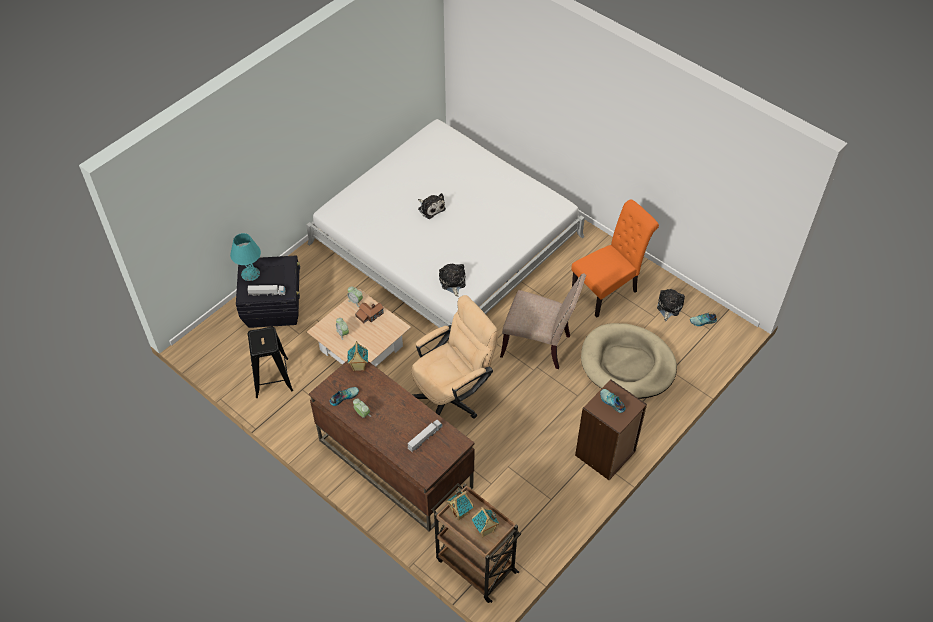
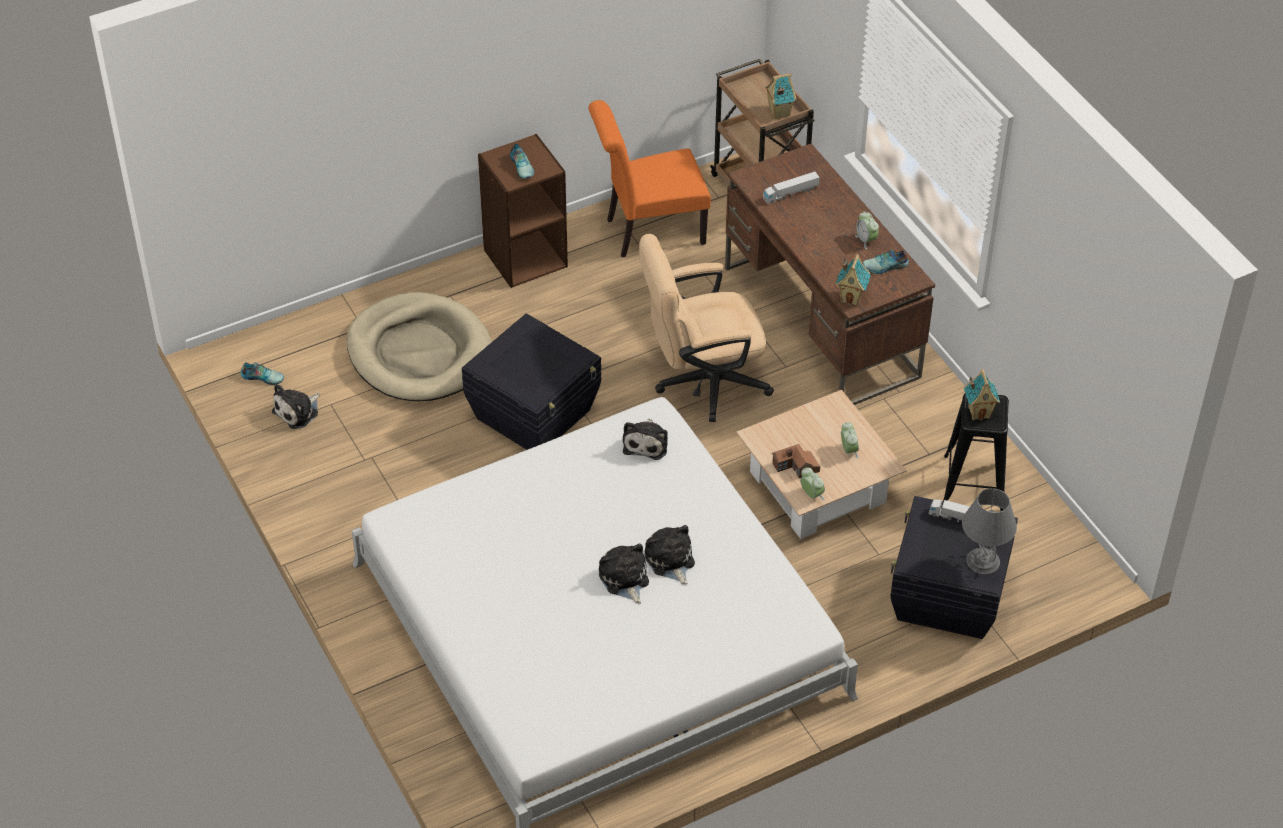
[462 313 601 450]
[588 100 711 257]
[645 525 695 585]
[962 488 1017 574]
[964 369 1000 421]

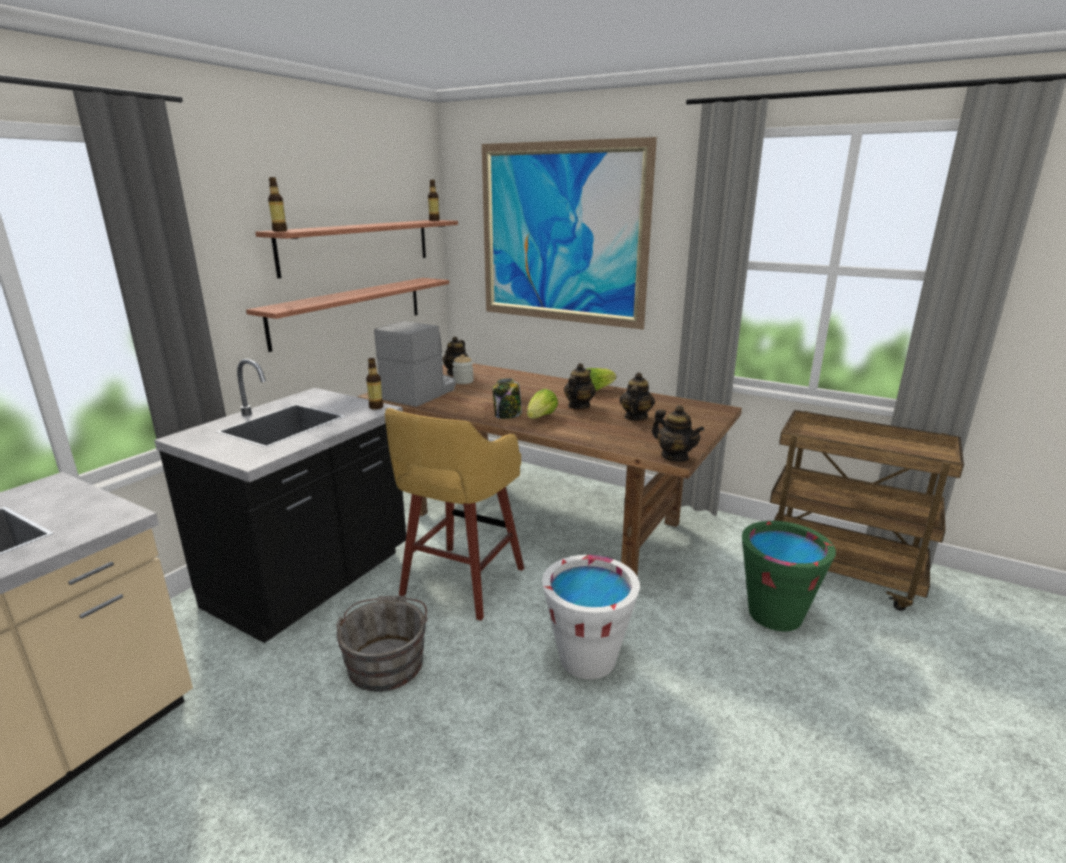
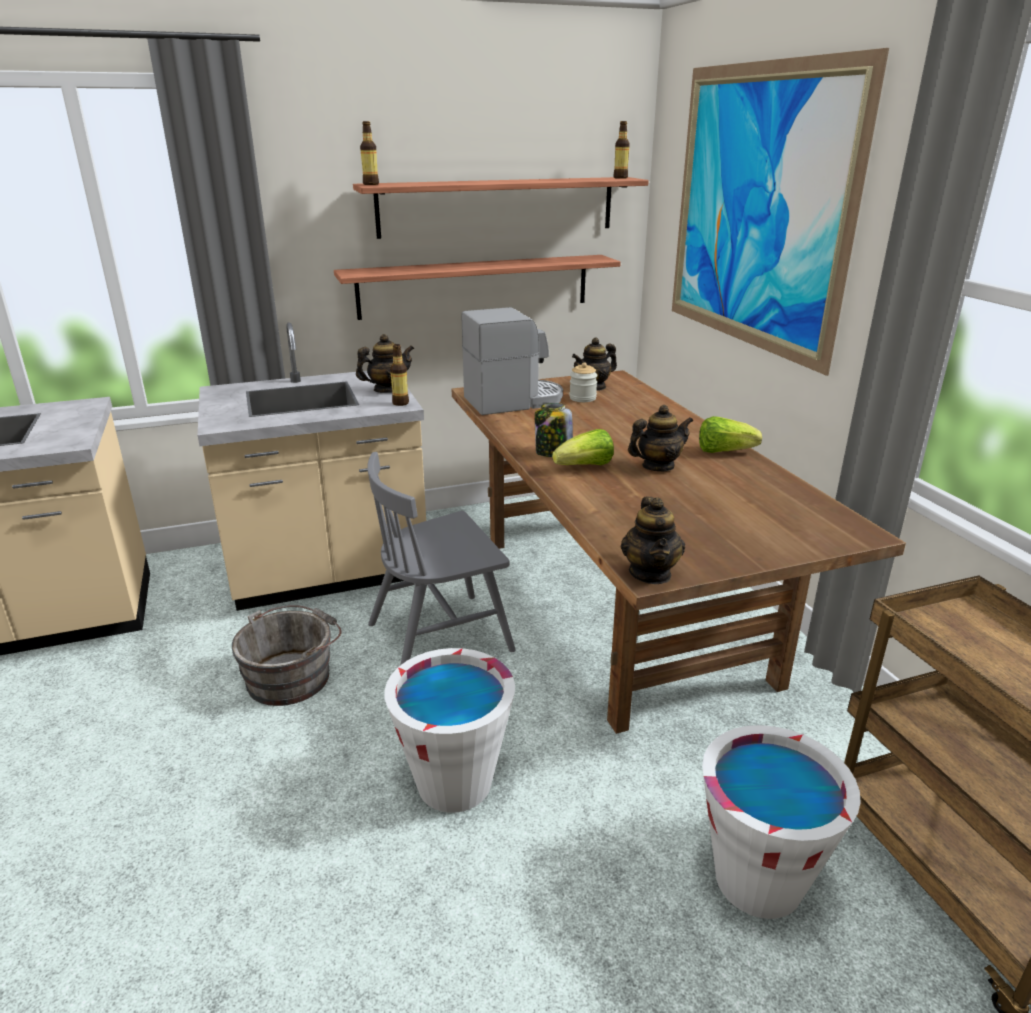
[198 322 426 611]
[356 334 414 393]
[367 452 516 665]
[702 725 861 919]

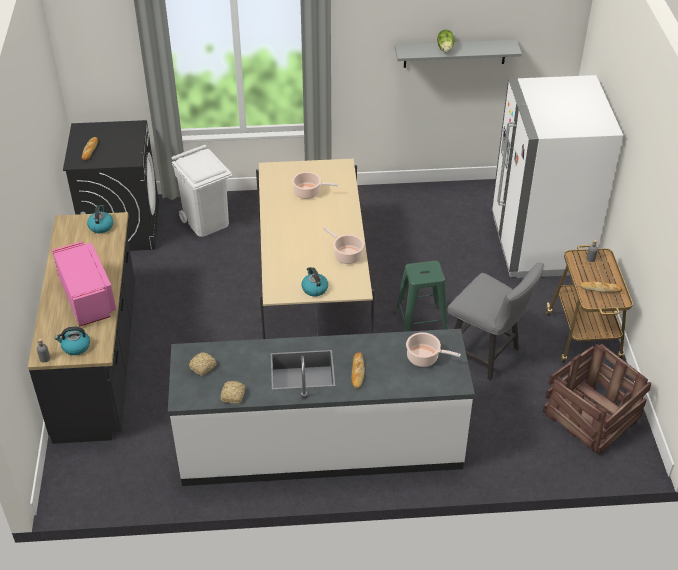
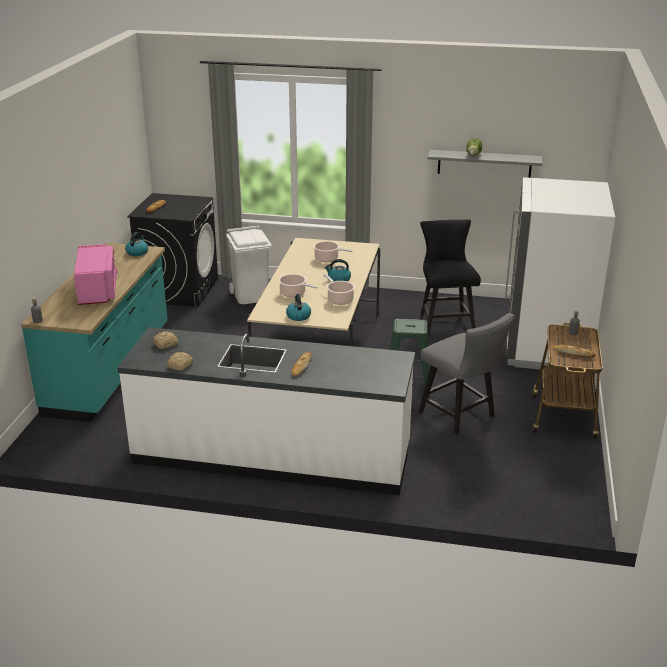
[21 243 168 422]
[278 274 318 297]
[325 259 351 281]
[420 220 481 336]
[543 343 651 455] (first image)

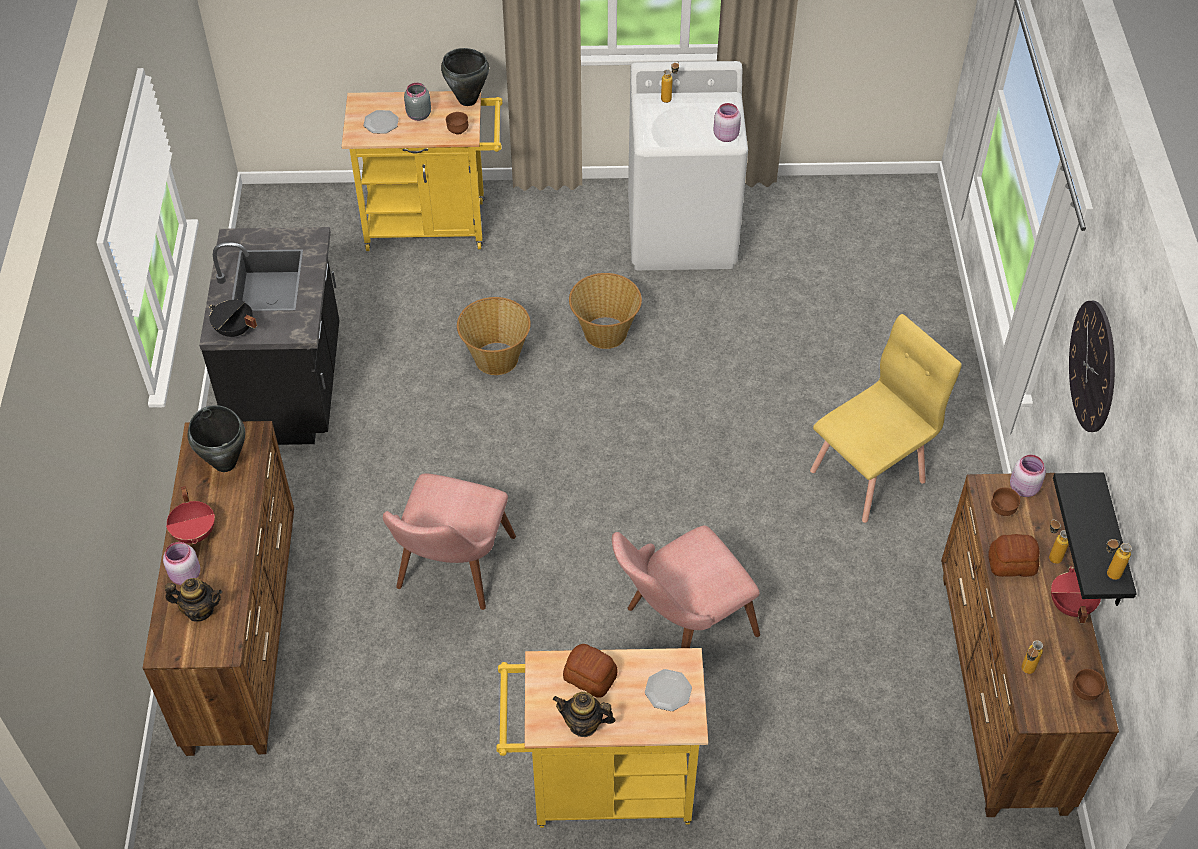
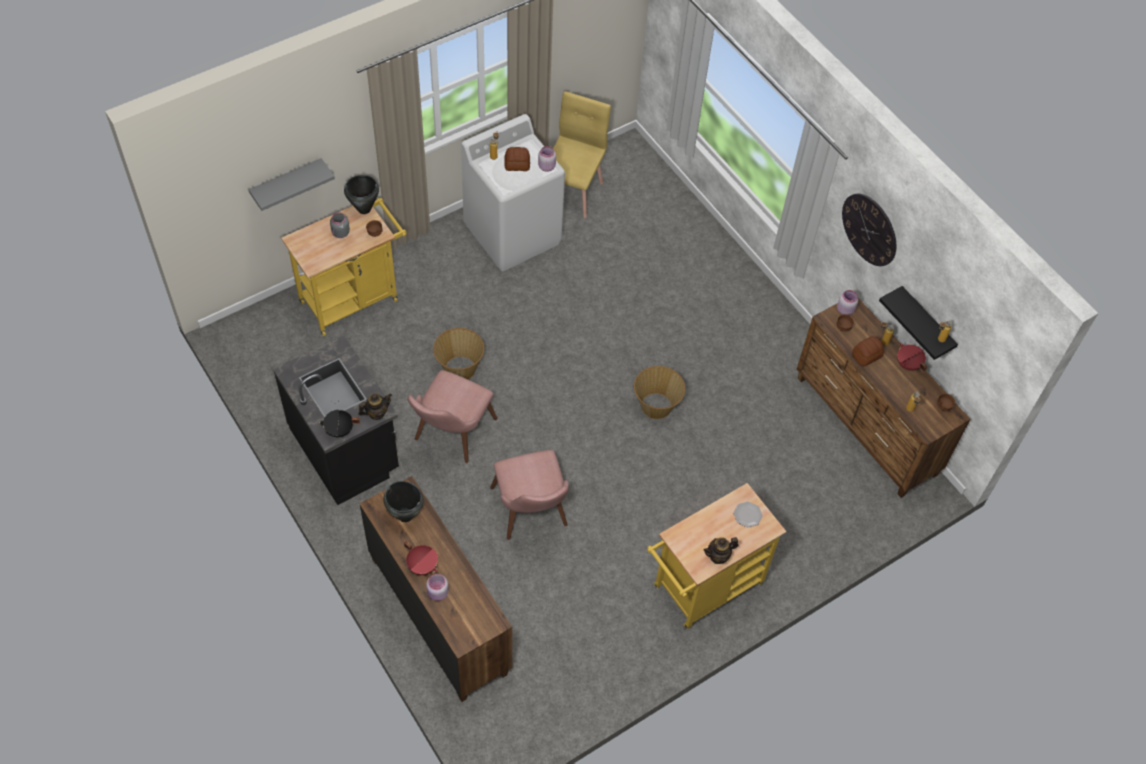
[248 158 335 211]
[358 393 392 420]
[407 370 497 463]
[504 147 530 171]
[553 91 611 218]
[634 366 685 419]
[363 110 399 134] (first image)

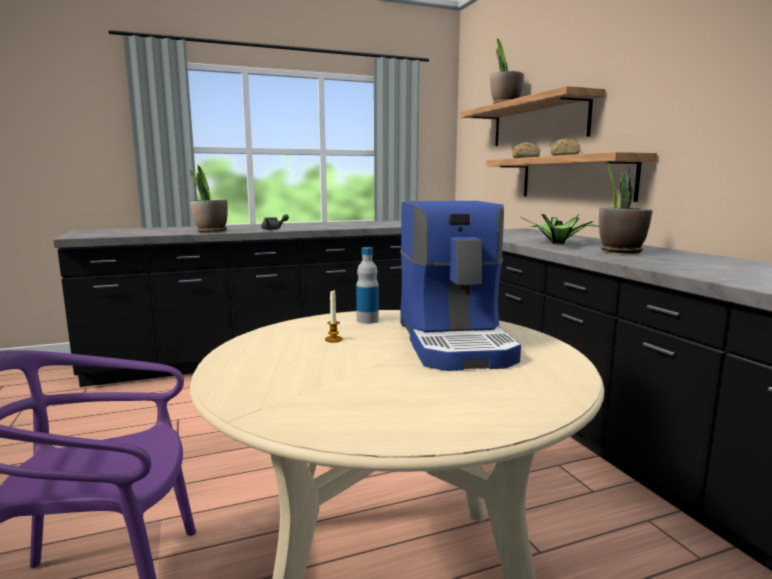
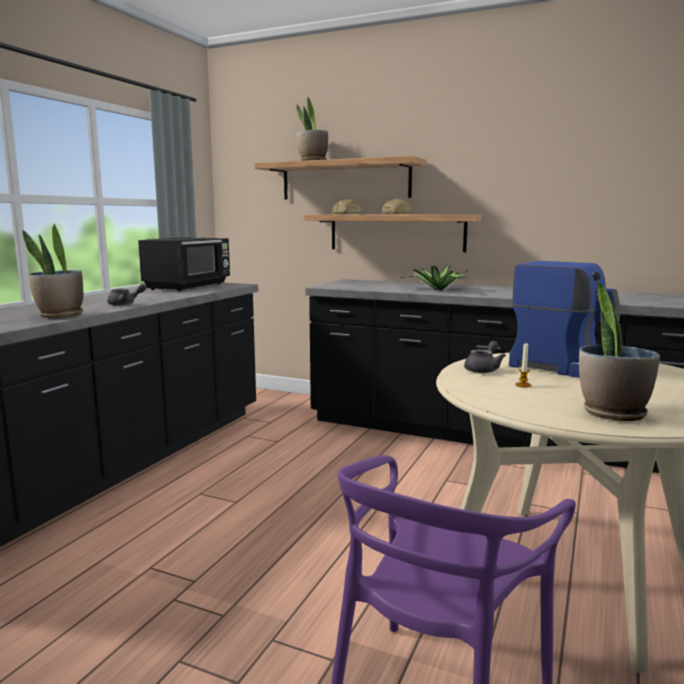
[138 237 230 291]
[464 341 506 373]
[579 282 660 421]

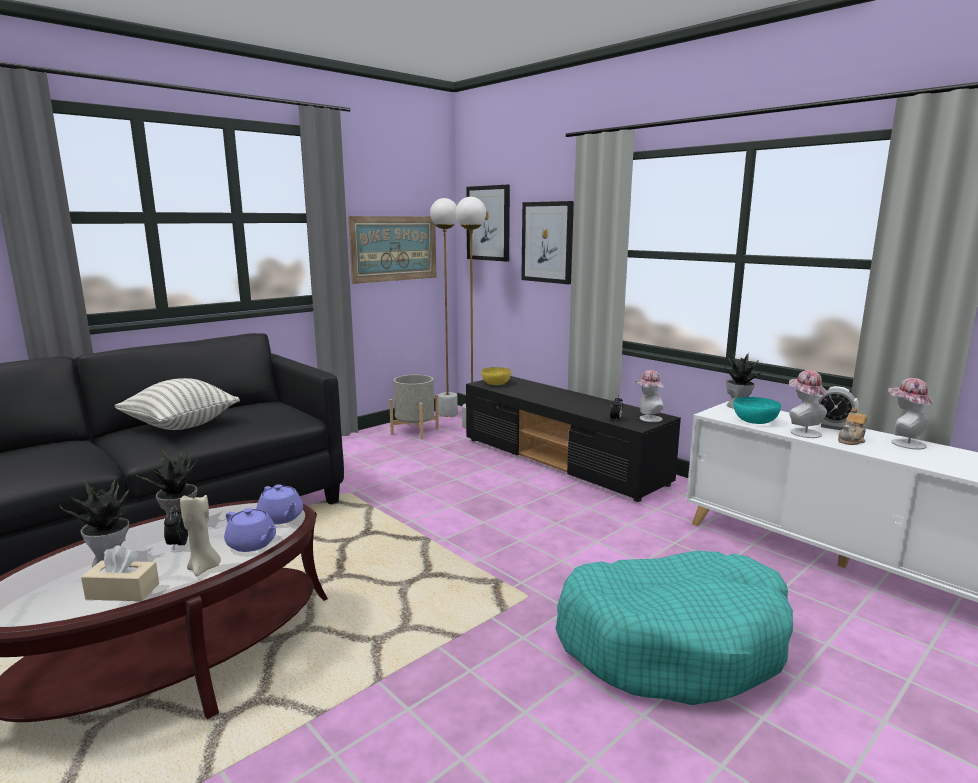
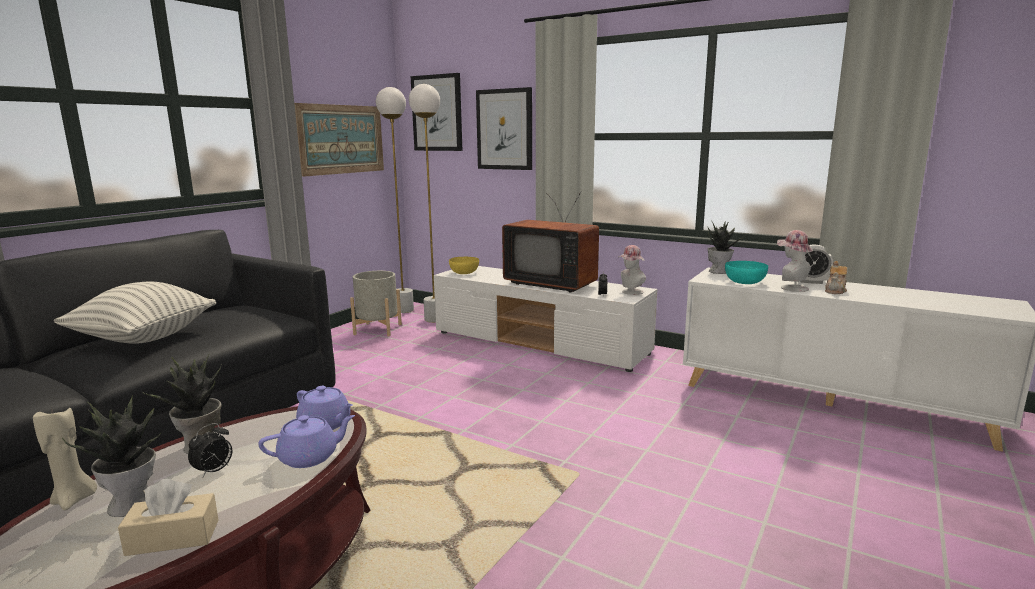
[33 408 97 511]
[188 423 232 477]
[258 415 355 468]
[434 266 658 372]
[502 192 599 293]
[555 551 793 705] (first image)
[888 378 933 449] (first image)

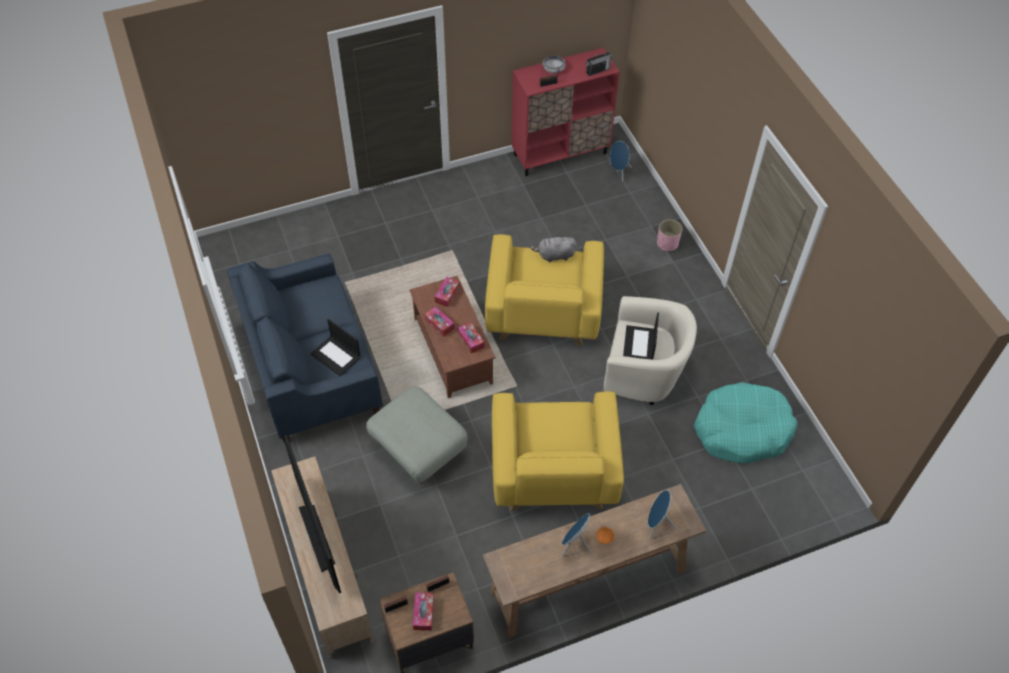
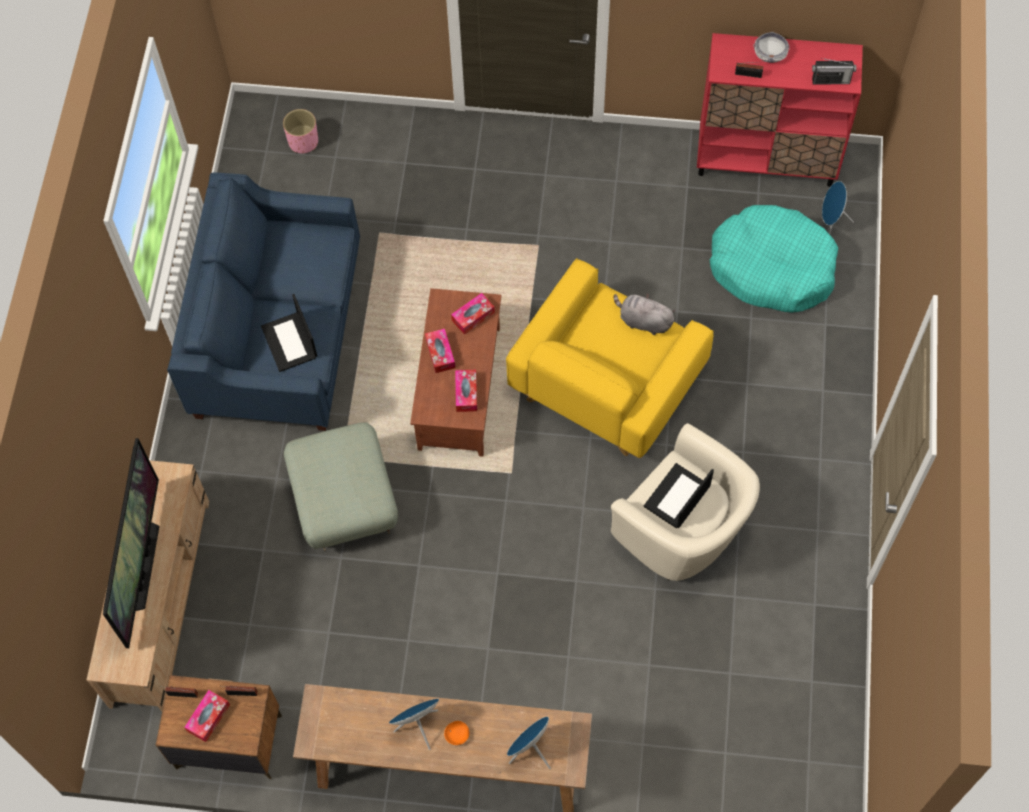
[283 109 318 153]
[710 205 838 312]
[492 391 624 511] (first image)

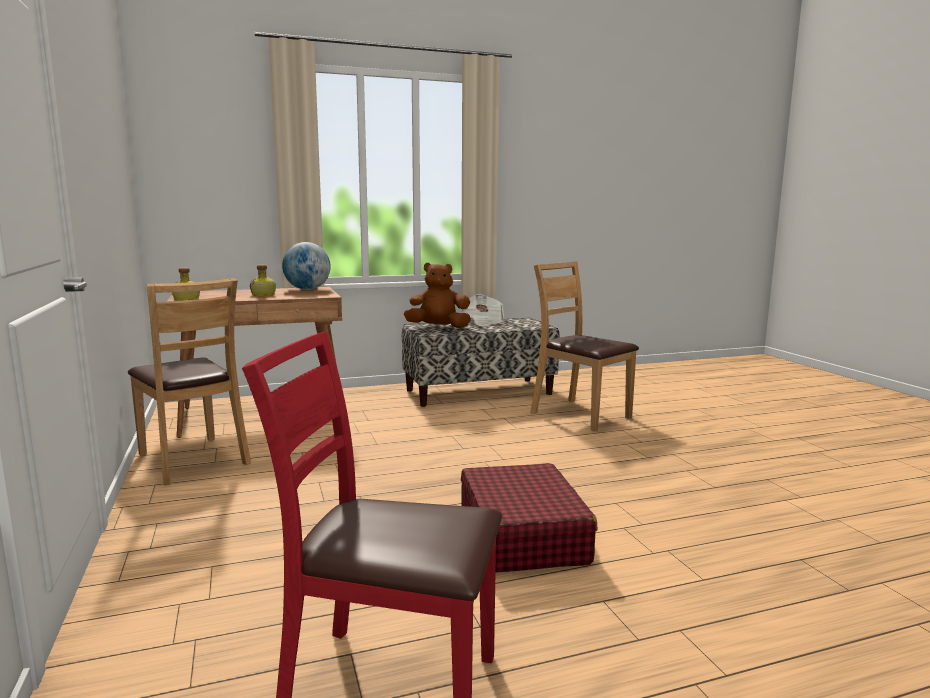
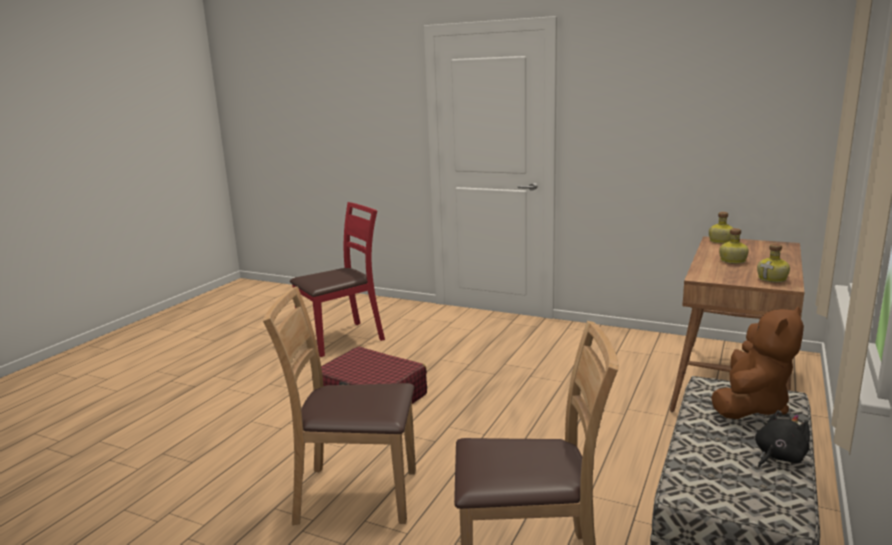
[263 286 416 525]
[755 410 810 468]
[757 244 790 283]

